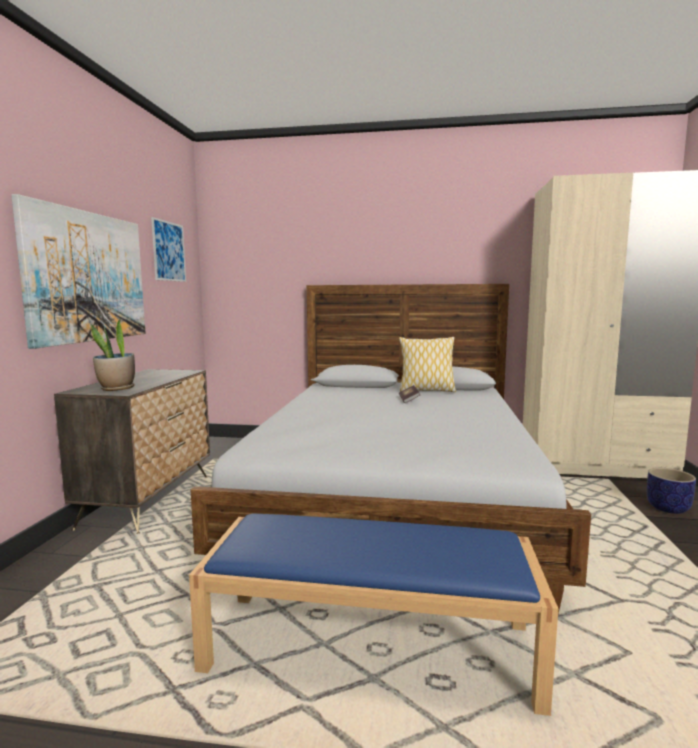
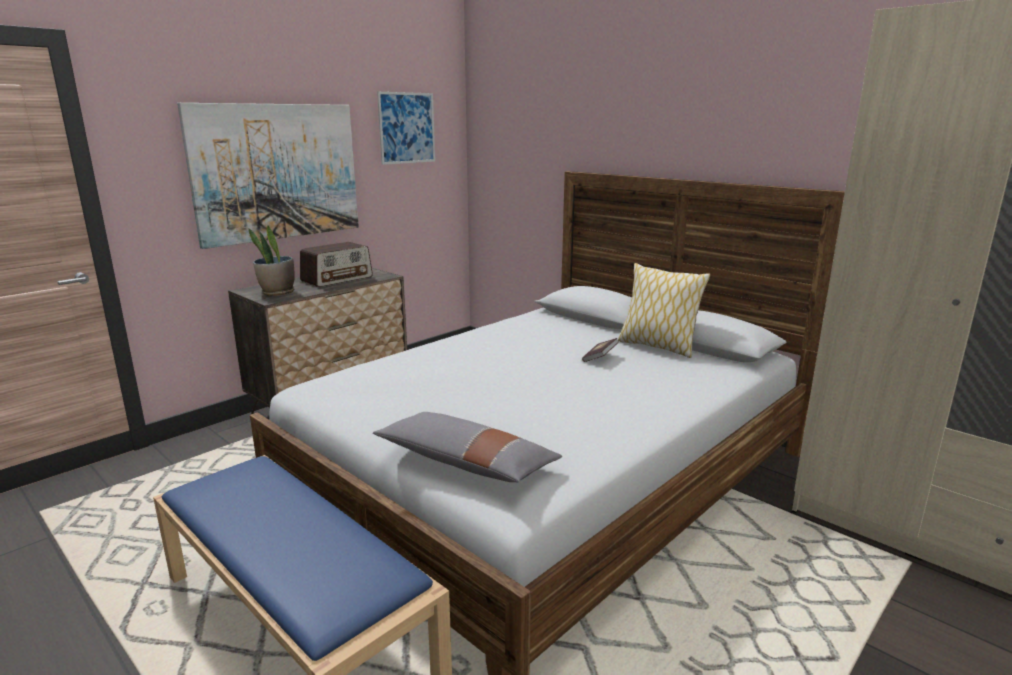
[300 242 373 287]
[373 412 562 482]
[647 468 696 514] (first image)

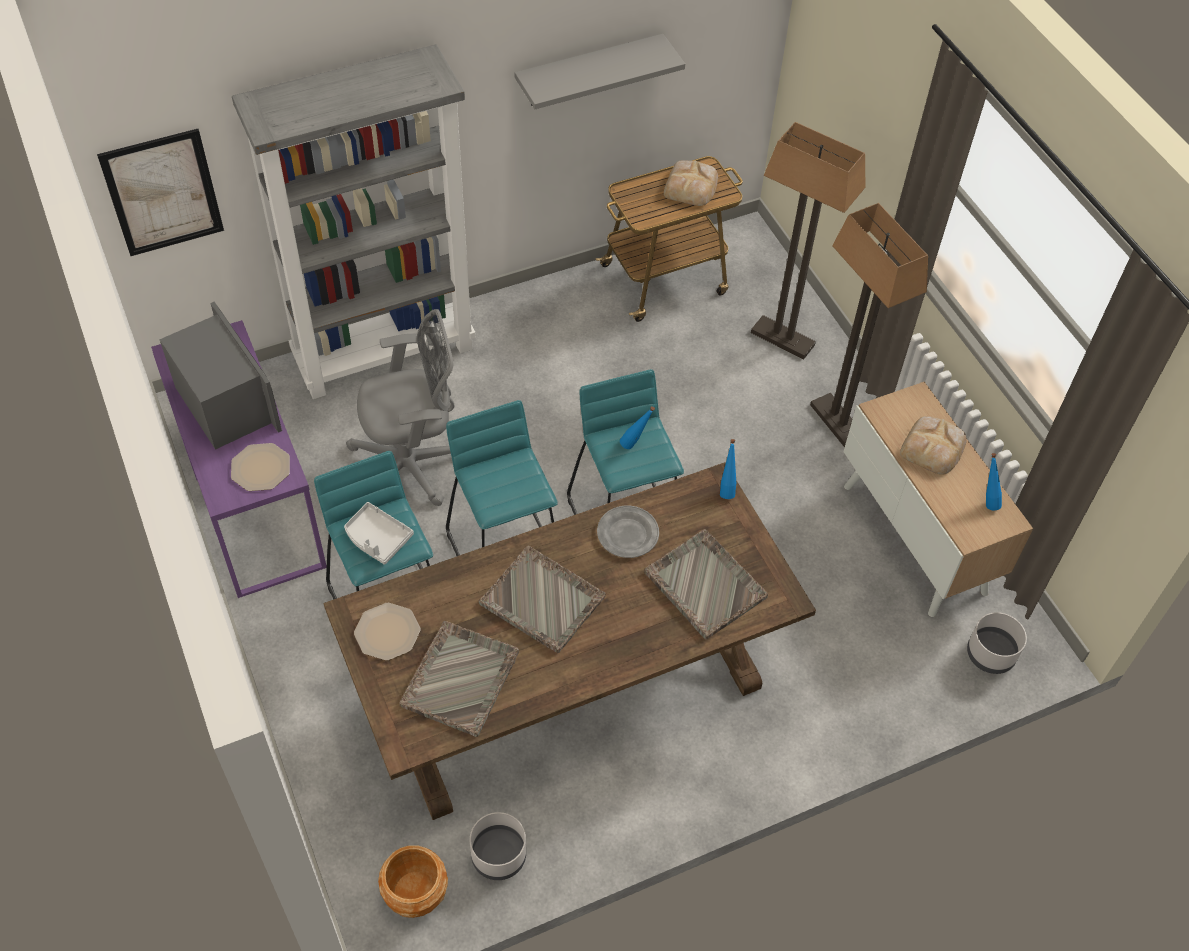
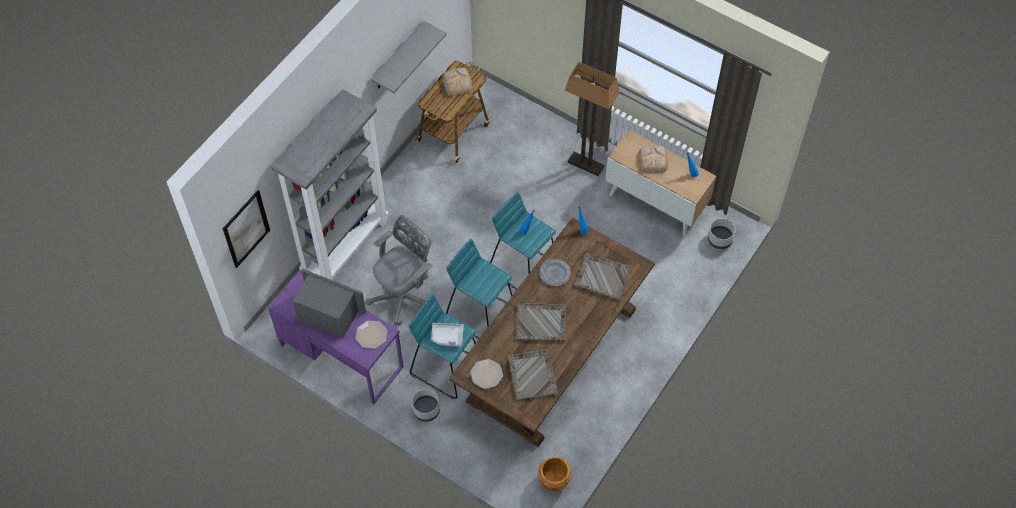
[412 389 440 422]
[751 122 866 359] (first image)

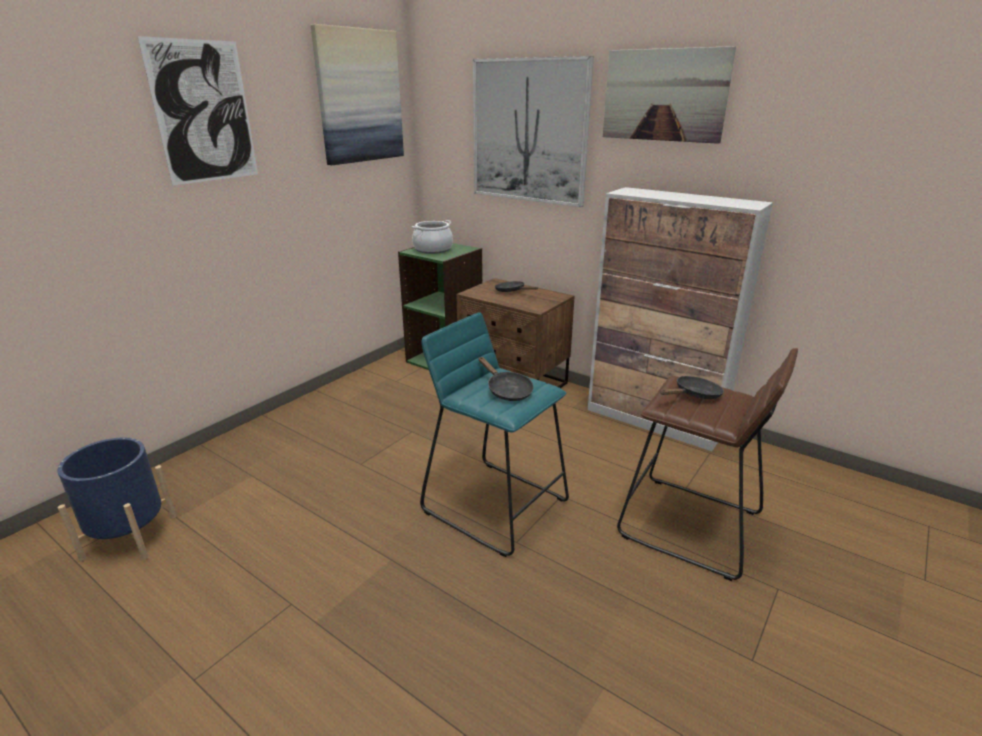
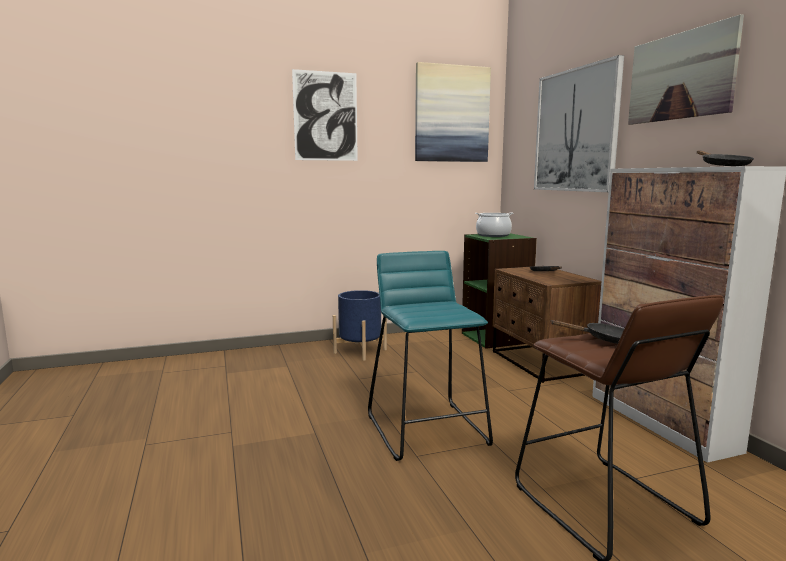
[333 290 387 361]
[697 150 754 166]

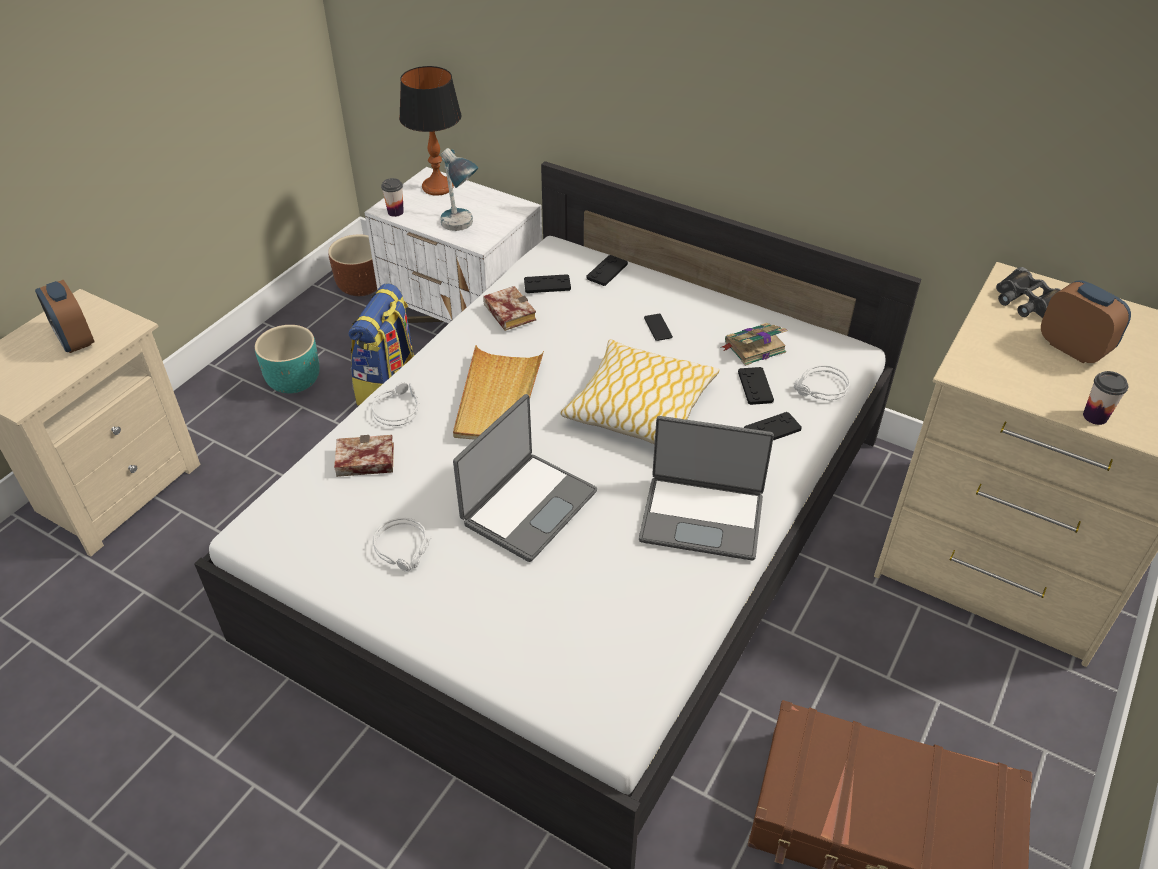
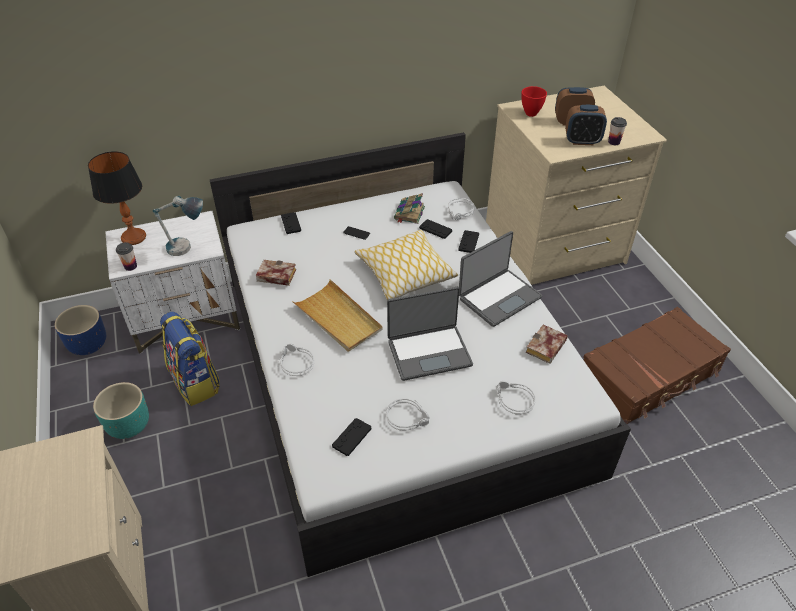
[55 305 106 355]
[332 418 372 456]
[387 287 473 381]
[496 381 536 415]
[522 86 547 117]
[526 325 567 364]
[565 105 607 145]

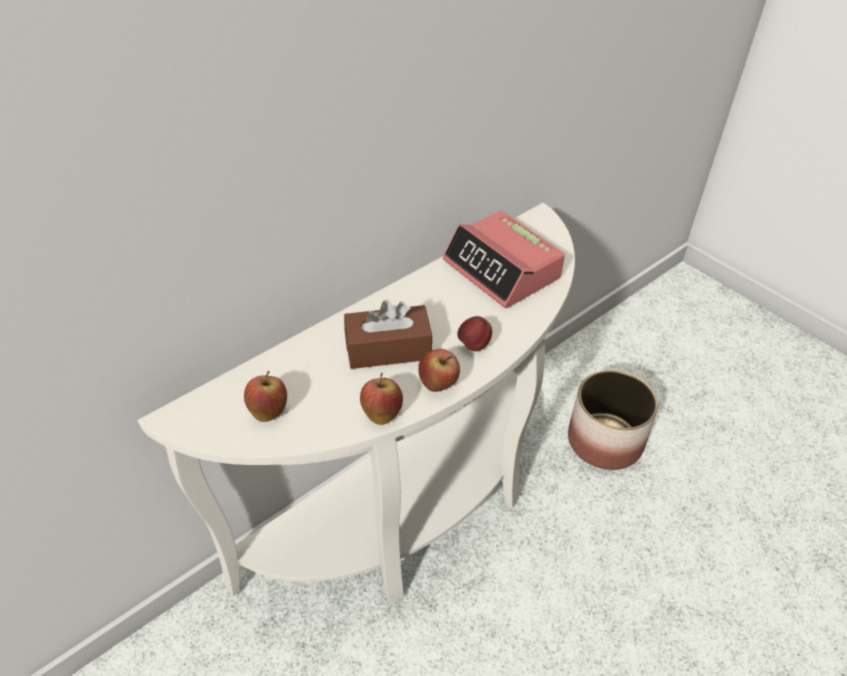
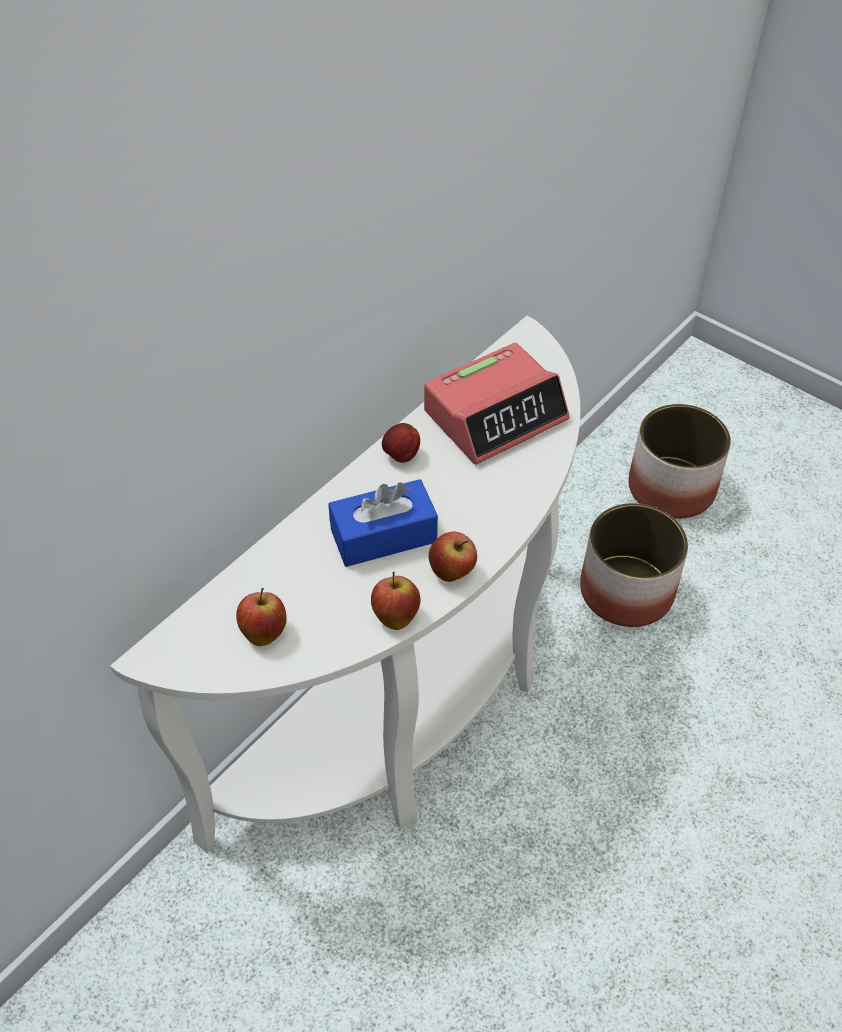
[328 479 438 567]
[382 423 420 463]
[424 343 570 465]
[629 404 731 519]

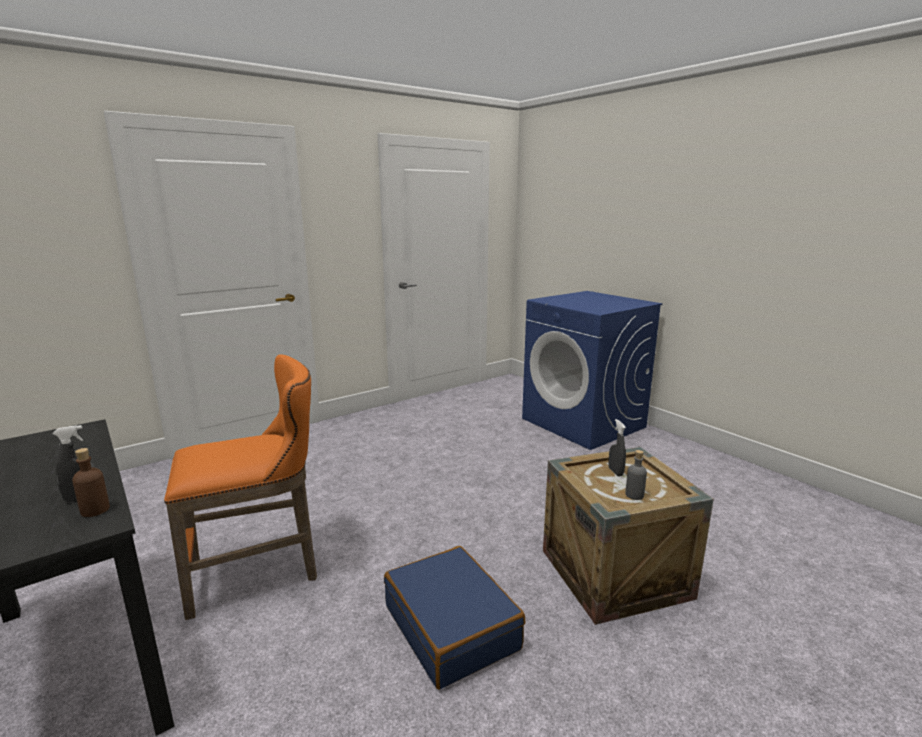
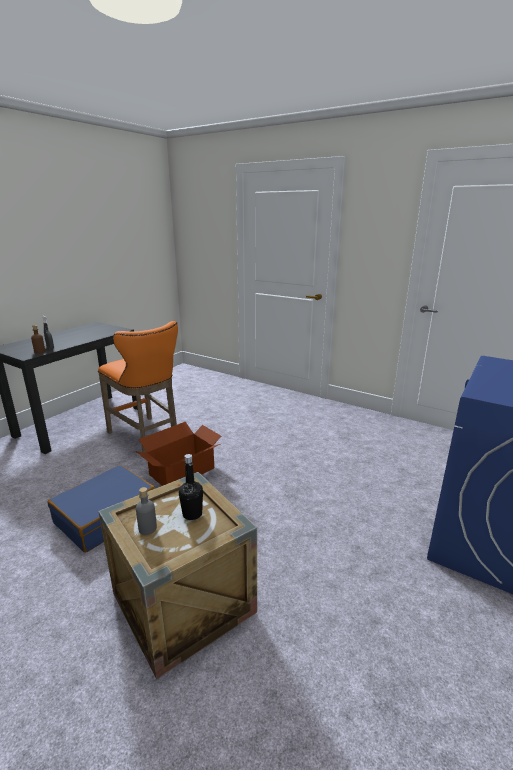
[136 422 221 486]
[179 454 203 520]

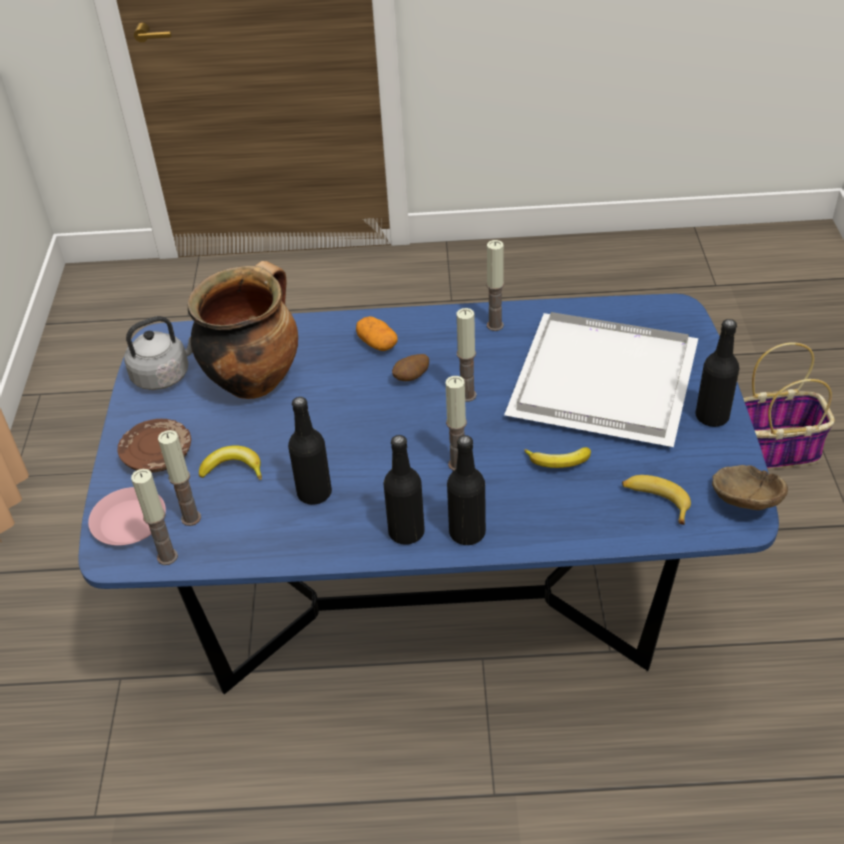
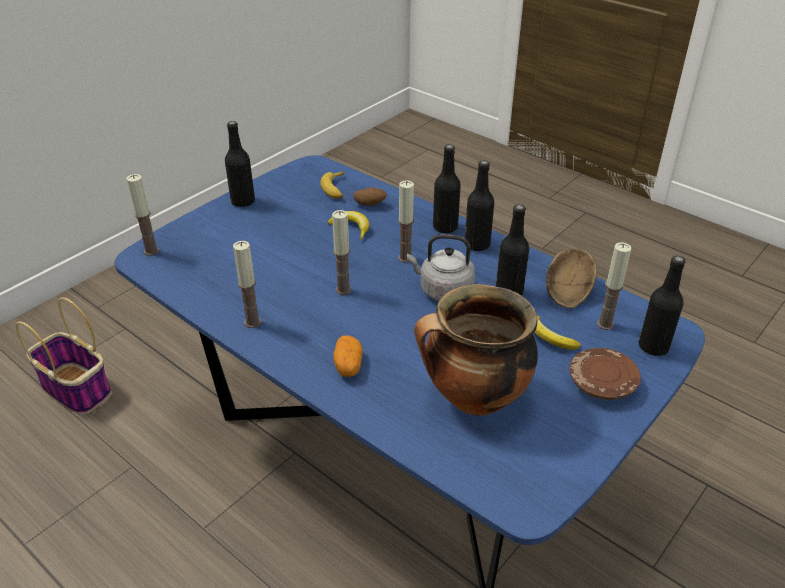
[127 174 159 256]
[353 188 387 206]
[407 234 475 301]
[546 249 597 309]
[639 256 686 356]
[504 312 698 447] (first image)

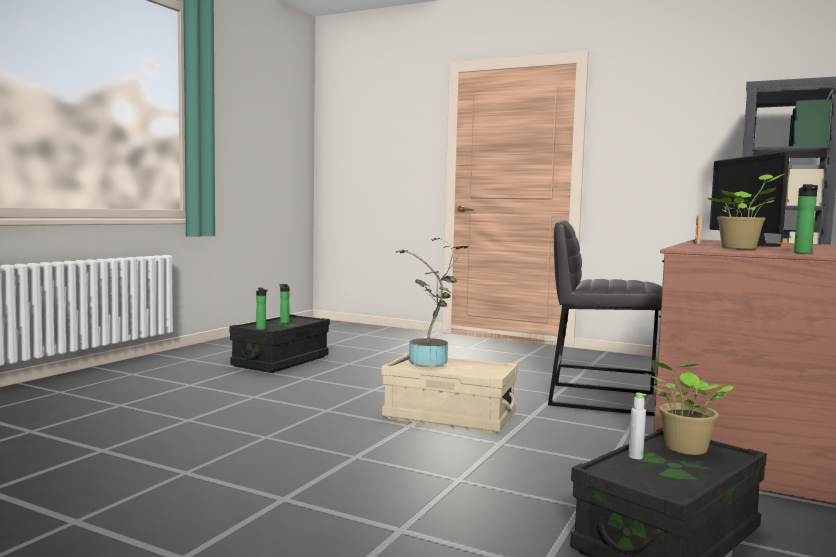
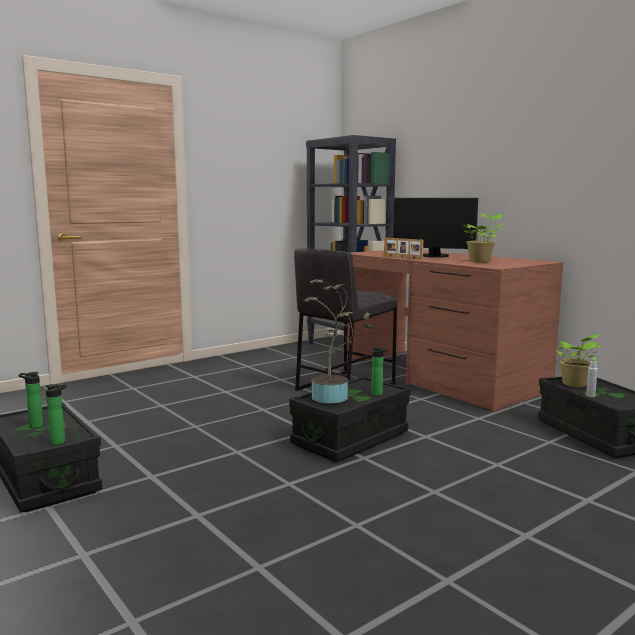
[289 376 411 462]
[372 347 388 396]

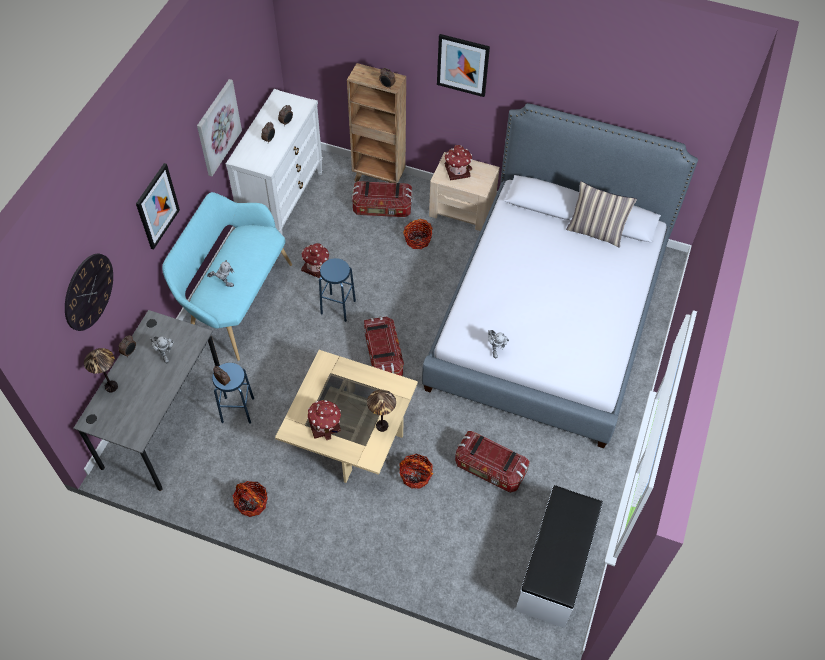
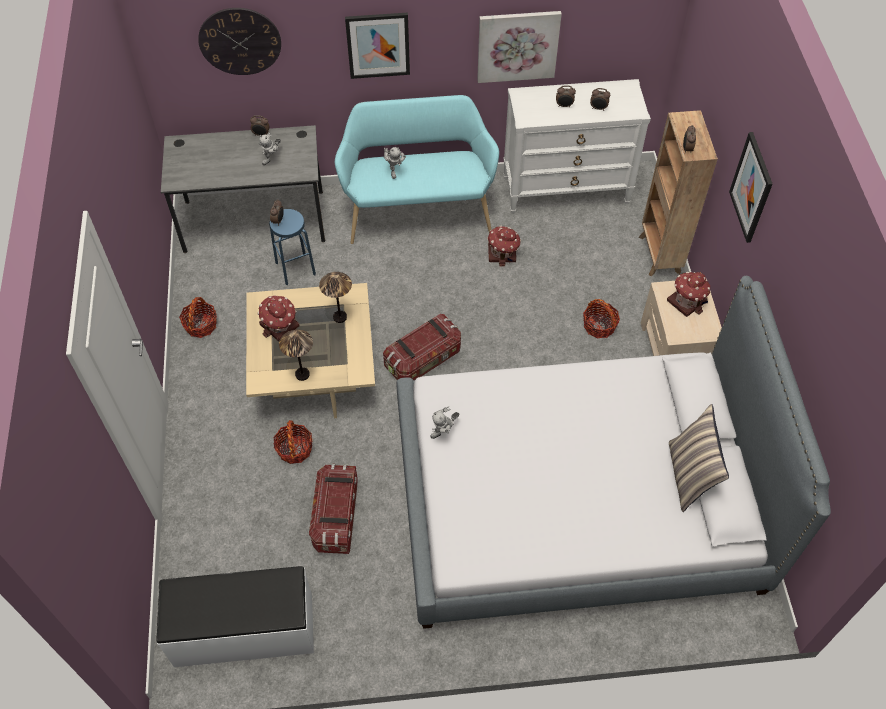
[319 272 352 323]
[319 258 356 322] (first image)
[352 181 413 217] (first image)

